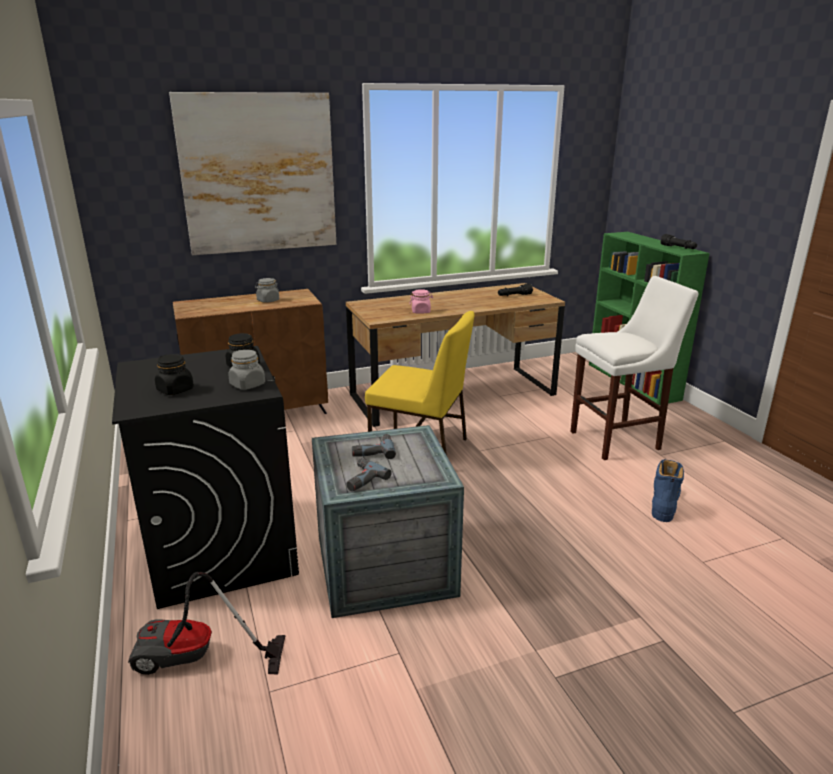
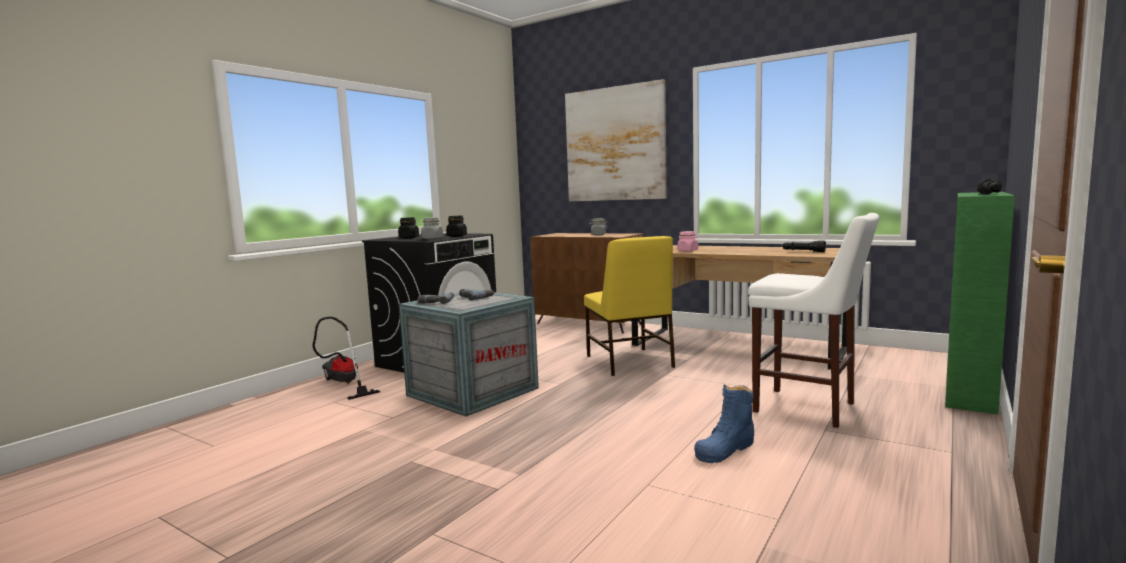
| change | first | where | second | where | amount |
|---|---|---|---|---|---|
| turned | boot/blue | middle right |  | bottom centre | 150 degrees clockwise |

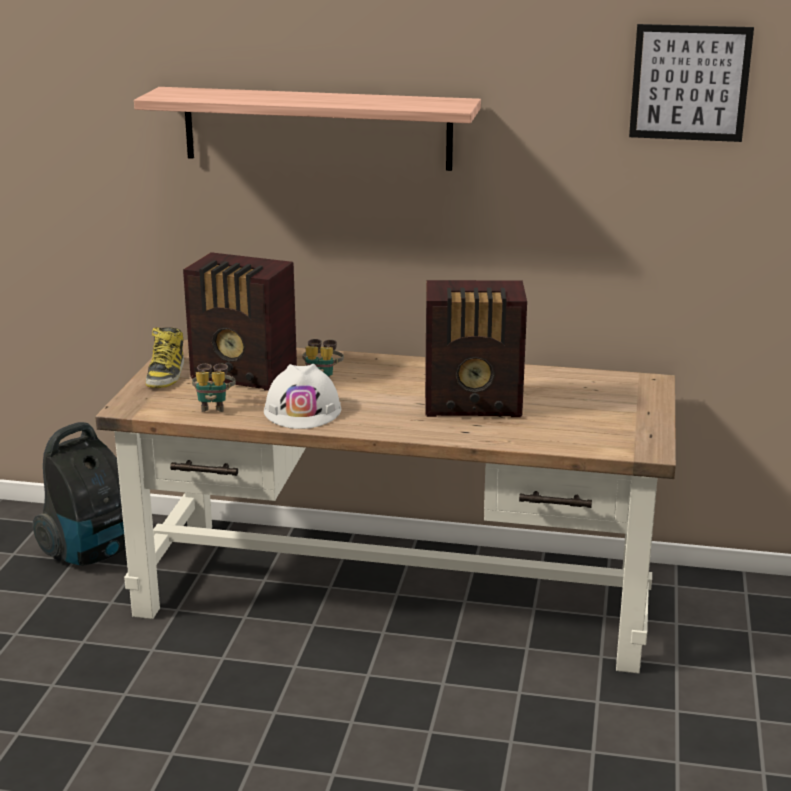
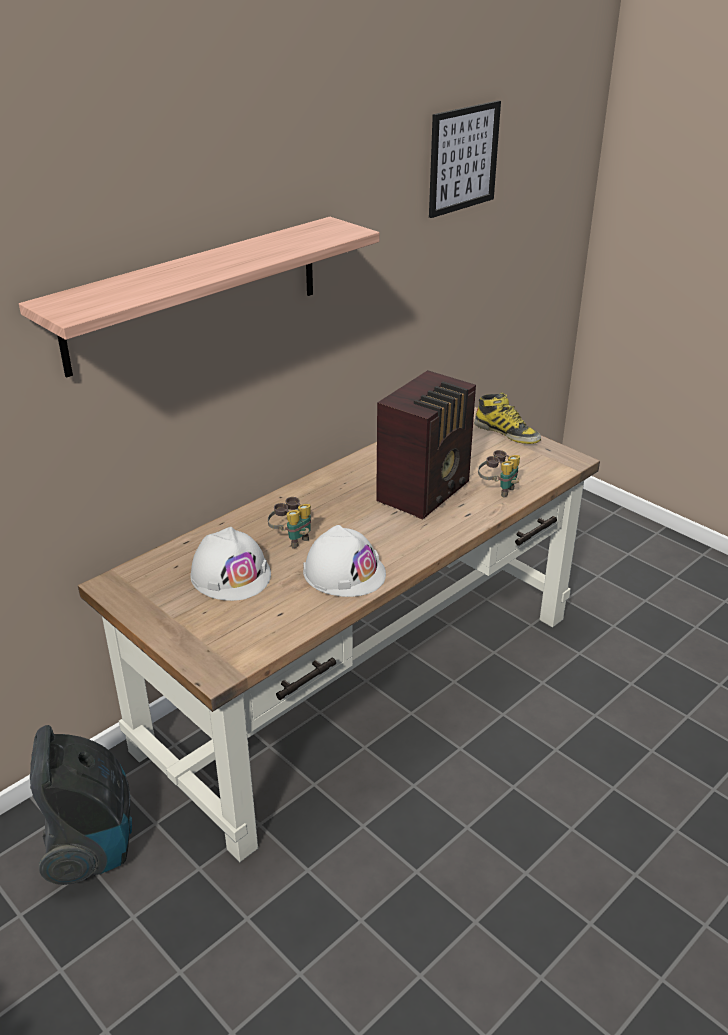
| change | first | where | second | where | amount |
|---|---|---|---|---|---|
| replaced | radio (1st from left) | middle left | hard hat/white (1st from left) | middle left |  |
| moved | boot | middle left |  | middle right |  |
| moved | binoculars (1st from left in the first image) | middle left | binoculars (2nd from left) | middle right |  |

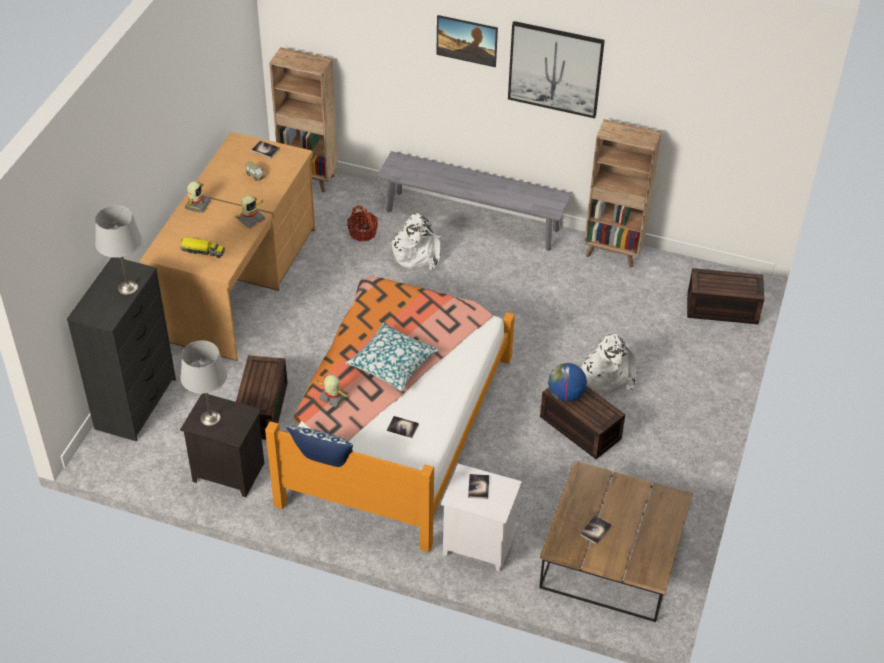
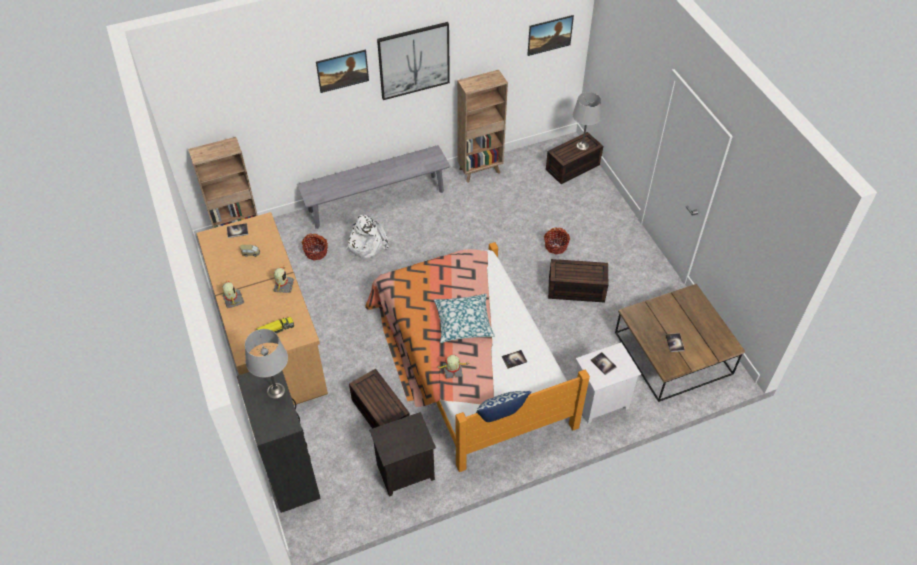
| change | first | where | second | where | amount |
|---|---|---|---|---|---|
| added |  |  | picture (3rd from left) | top centre |  |
| replaced | backpack/white (2nd from left) | middle right | basket (2nd from left) | centre |  |
| moved | table lamp/grey (2nd from left) | middle left |  | top centre |  |
| removed | globe | centre |  |  |  |

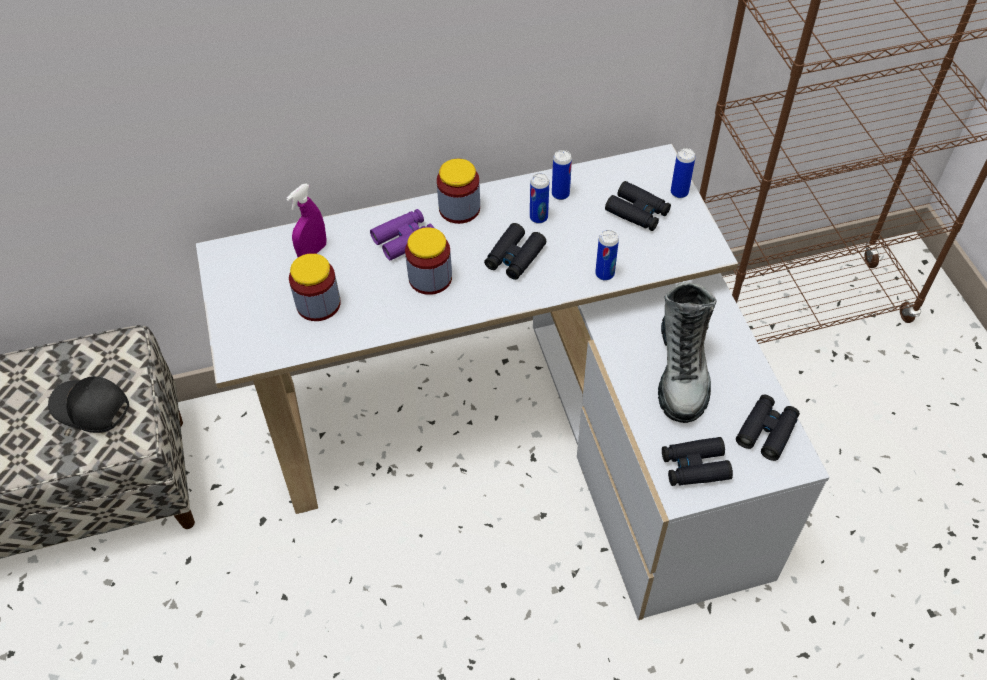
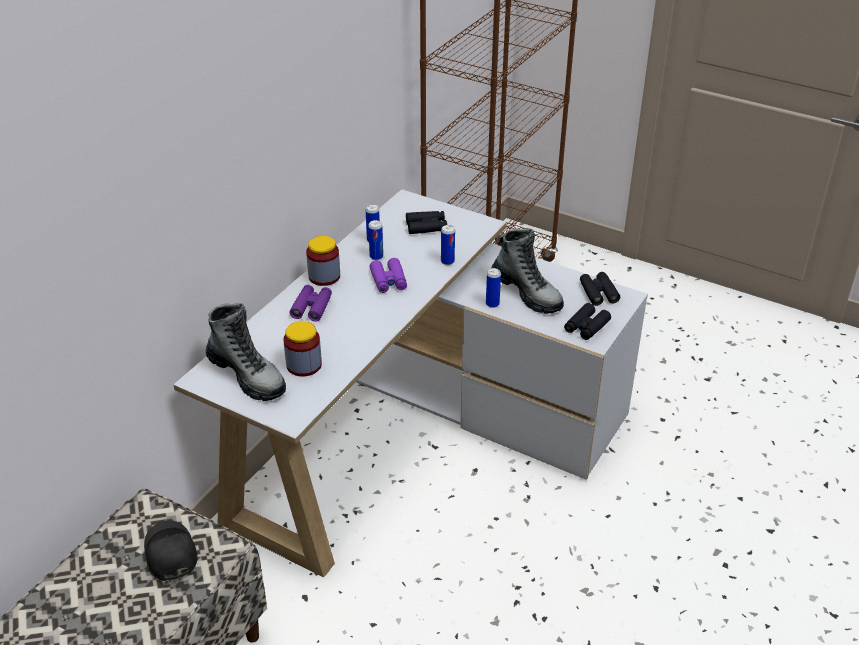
| change | first | where | second | where | amount |
|---|---|---|---|---|---|
| turned | cap/black | middle left |  | bottom left | 90 degrees clockwise |
| added |  |  | boot (1st from left) | middle left |  |
| recoloured | binoculars/black (1st from left) | centre | binoculars/purple (2nd from left) | centre |  |
| moved | can (4th from left) | top right |  | centre |  |
| removed | spray bottle/purple | top left |  |  |  |
| removed | jar (2nd from left) | centre |  |  |  |

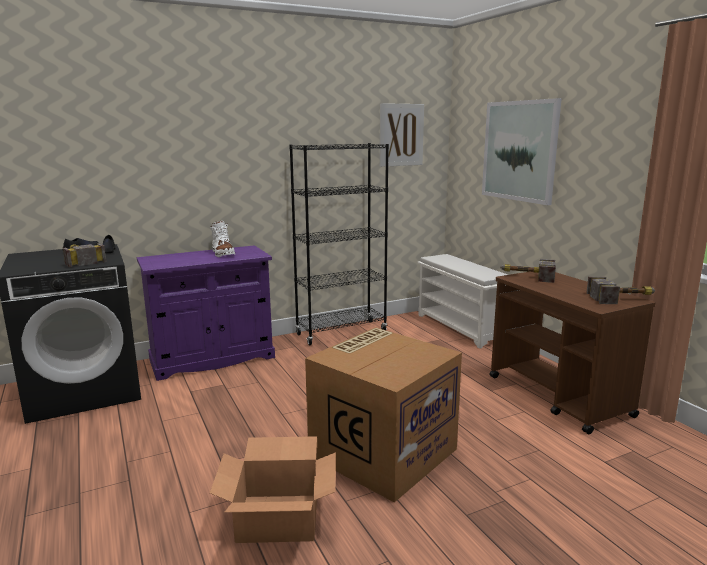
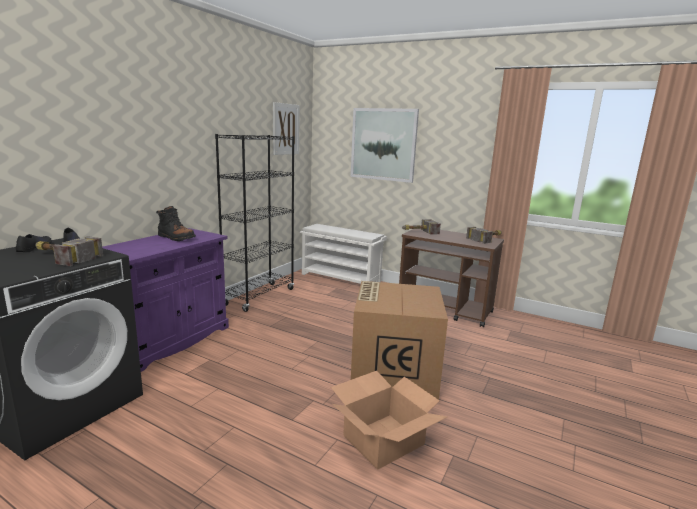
| change | first | where | second | where | amount |
|---|---|---|---|---|---|
| recoloured | boot/white | middle left | boot/black | middle left |  |

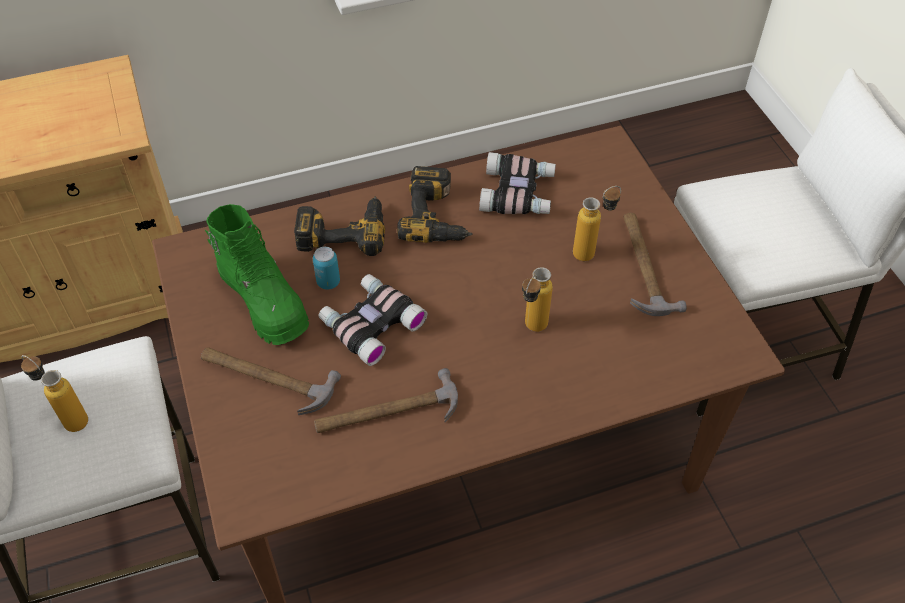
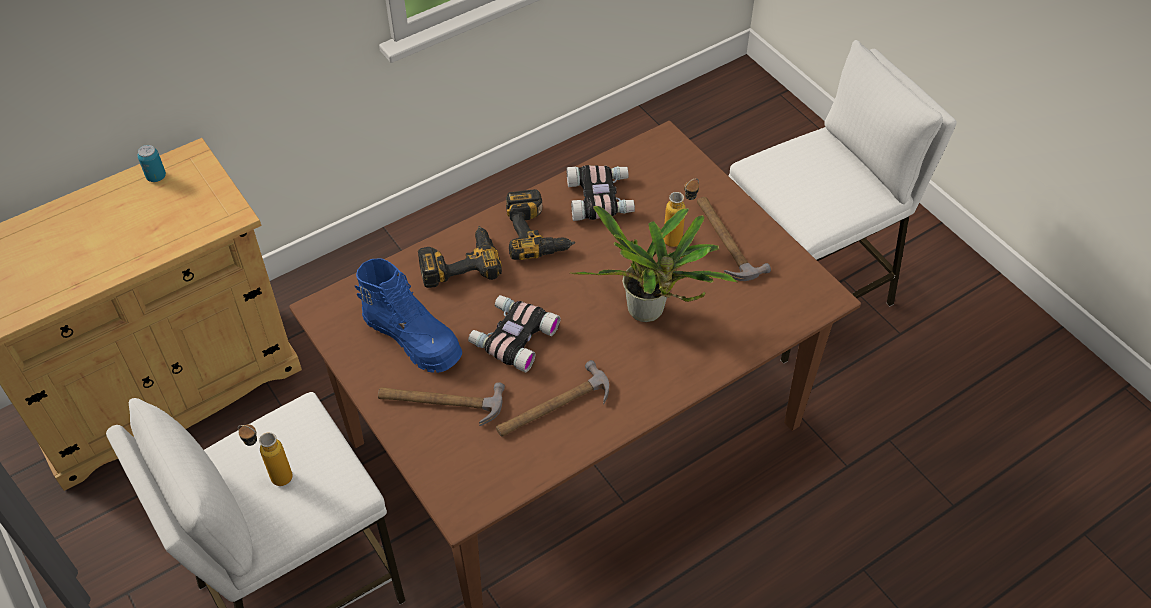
| change | first | where | second | where | amount |
|---|---|---|---|---|---|
| moved | can | centre |  | top left |  |
| recoloured | boot/green | middle left | boot/blue | centre |  |
| replaced | bottle (2nd from left) | centre | potted plant | centre |  |

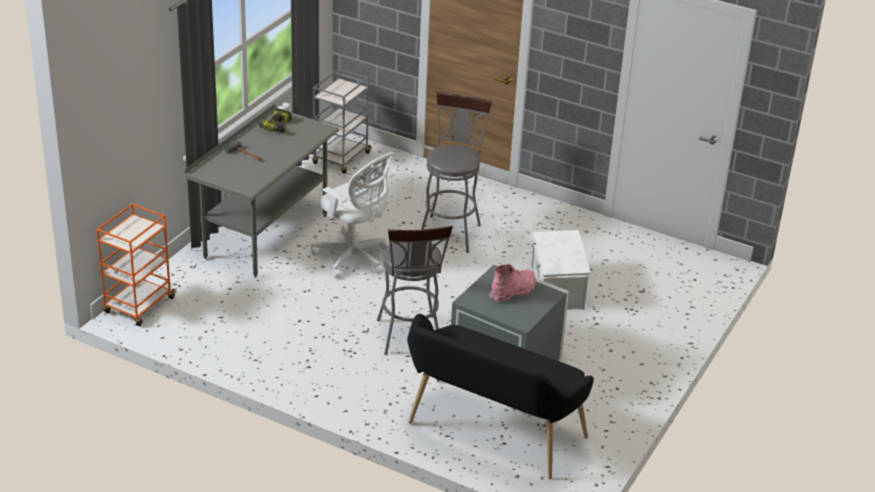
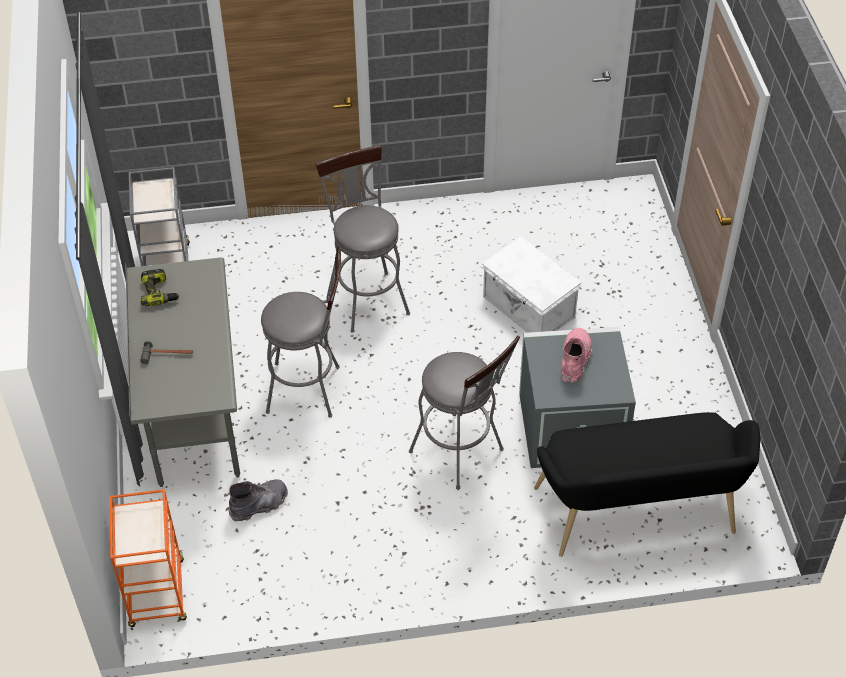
| change | first | where | second | where | amount |
|---|---|---|---|---|---|
| added |  |  | boot/grey | bottom left |  |
| replaced | office chair/white | centre | stool/grey (1st from left) | centre |  |

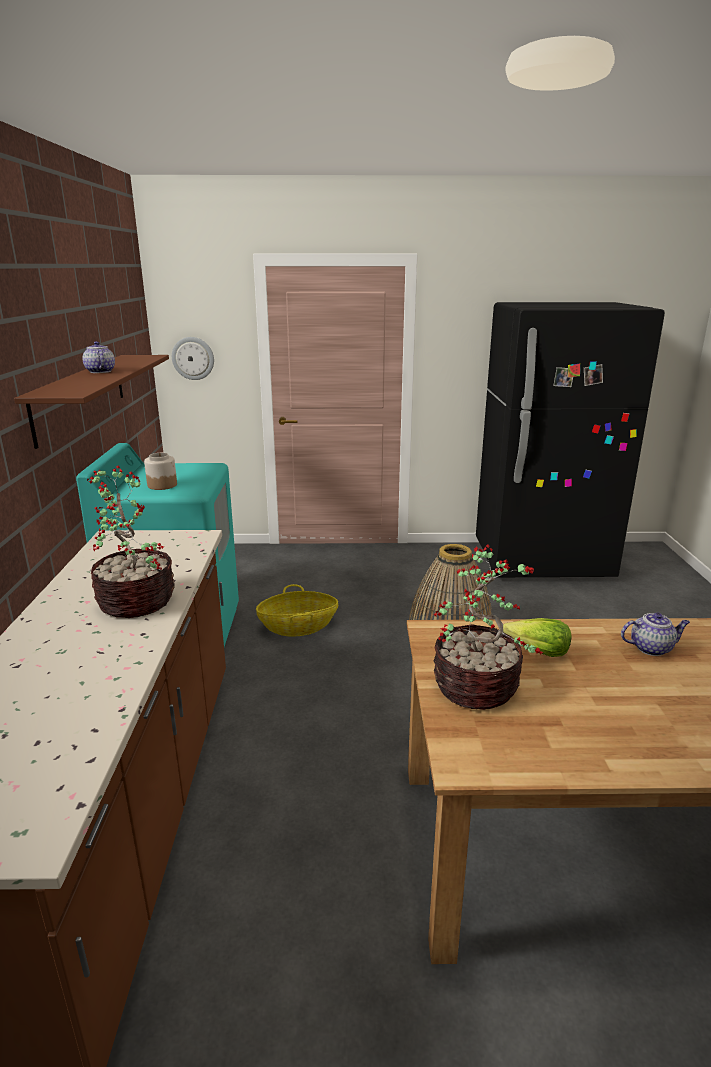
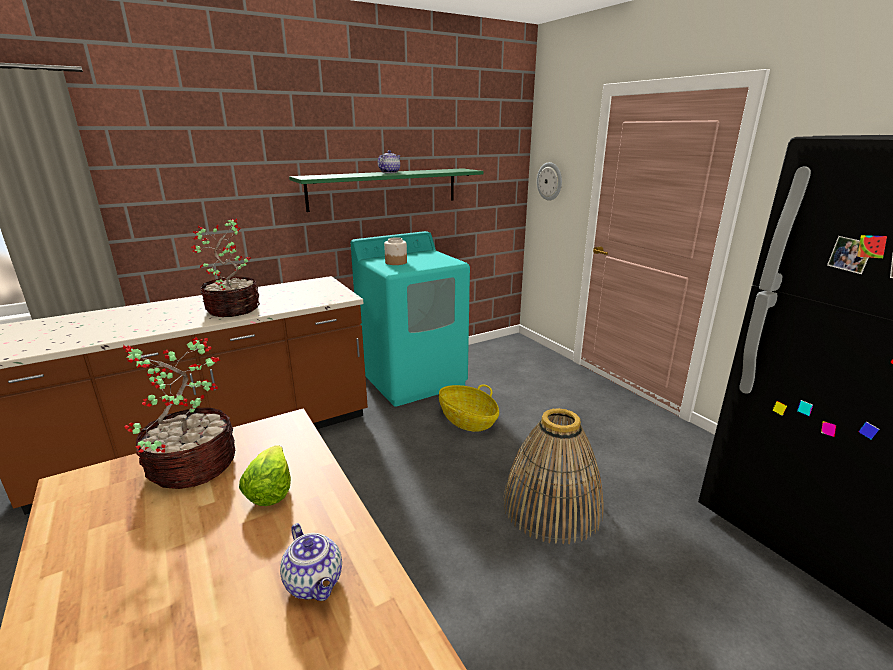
| change | first | where | second | where | amount |
|---|---|---|---|---|---|
| recoloured | shelf/brown | middle left | shelf/green | top centre |  |

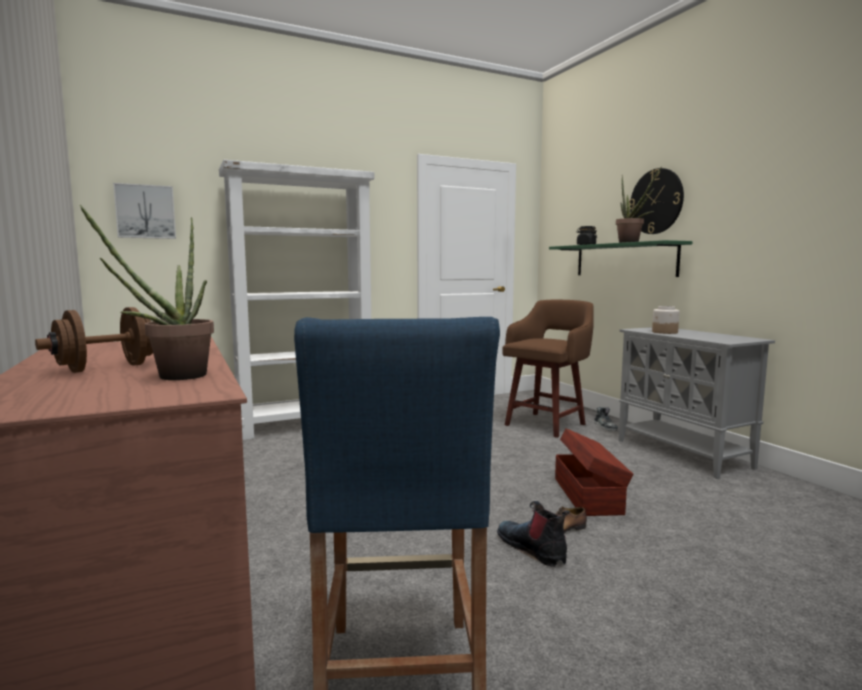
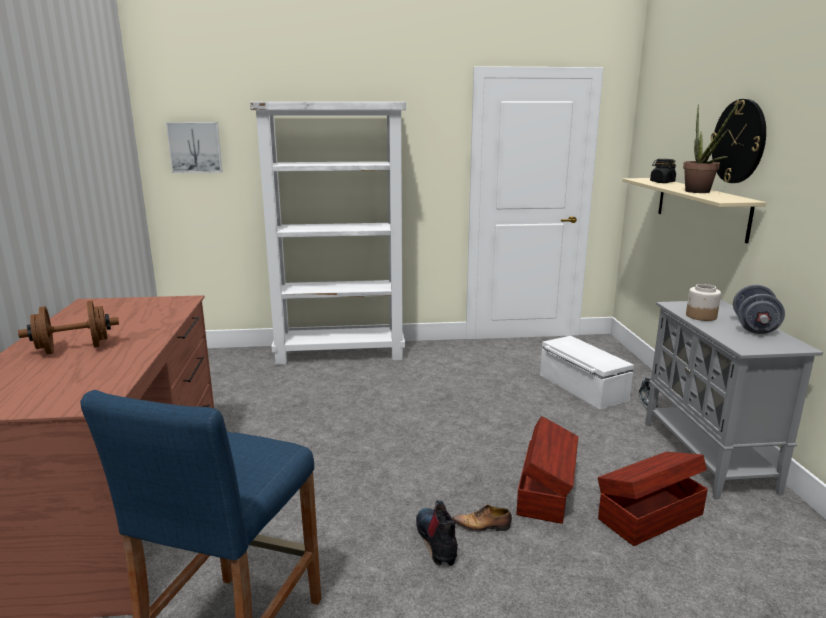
| change | first | where | second | where | amount |
|---|---|---|---|---|---|
| replaced | stool/brown | centre | storage box/white | middle right |  |
| added |  |  | storage box/brown (2nd from left) | bottom right |  |
| recoloured | shelf/green | middle right | shelf/beige | middle right |  |
| added |  |  | dumbbell/grey | middle right |  |
| removed | potted plant (1st from left) | middle left |  |  |  |

